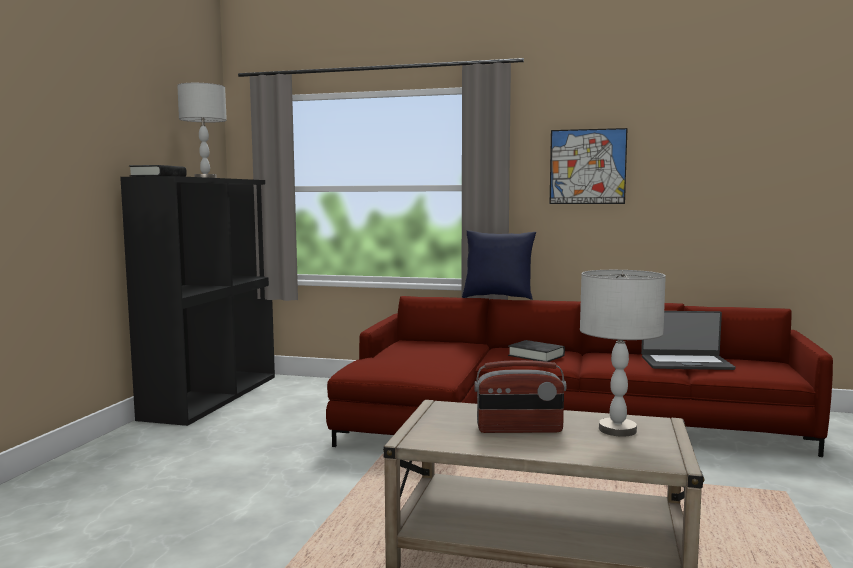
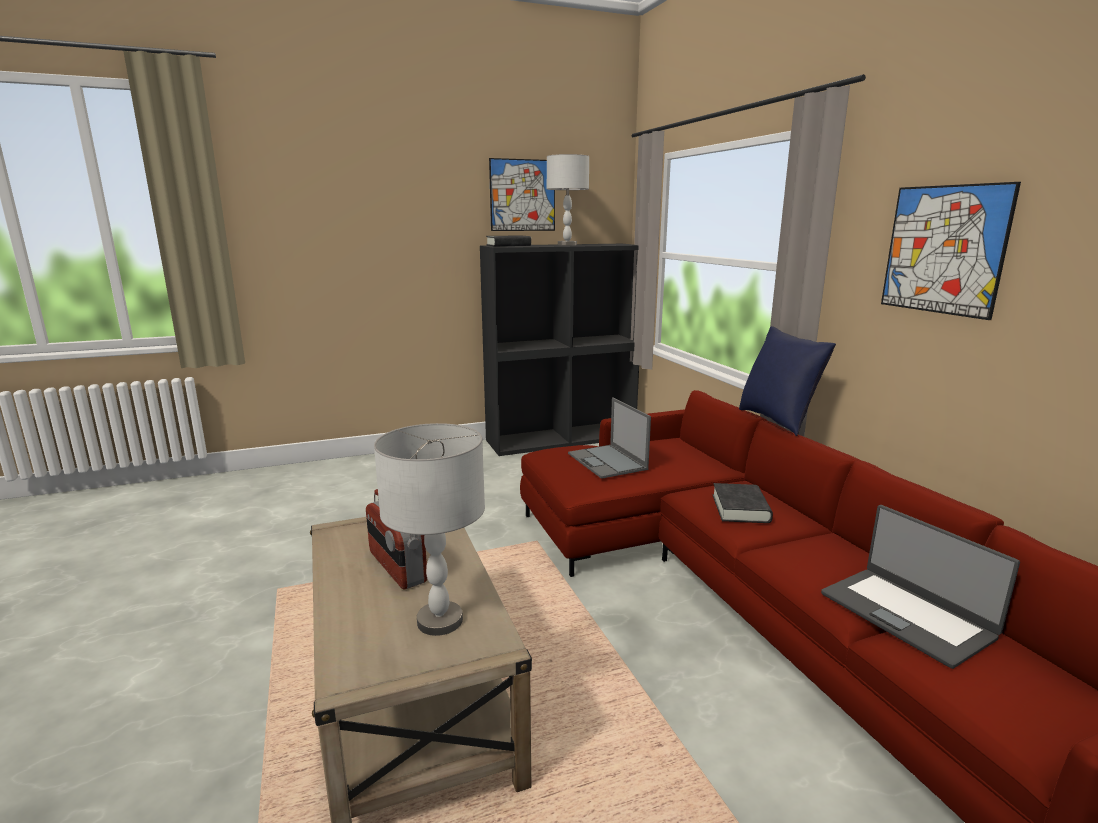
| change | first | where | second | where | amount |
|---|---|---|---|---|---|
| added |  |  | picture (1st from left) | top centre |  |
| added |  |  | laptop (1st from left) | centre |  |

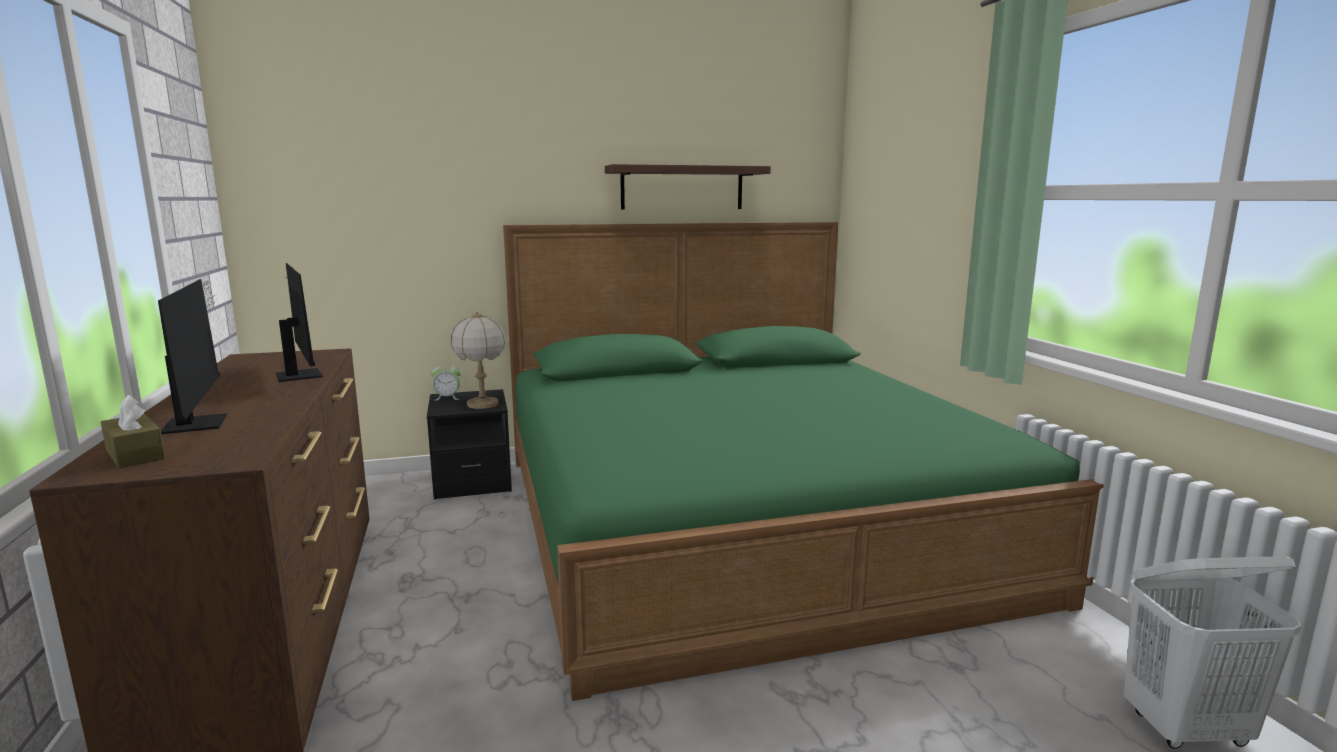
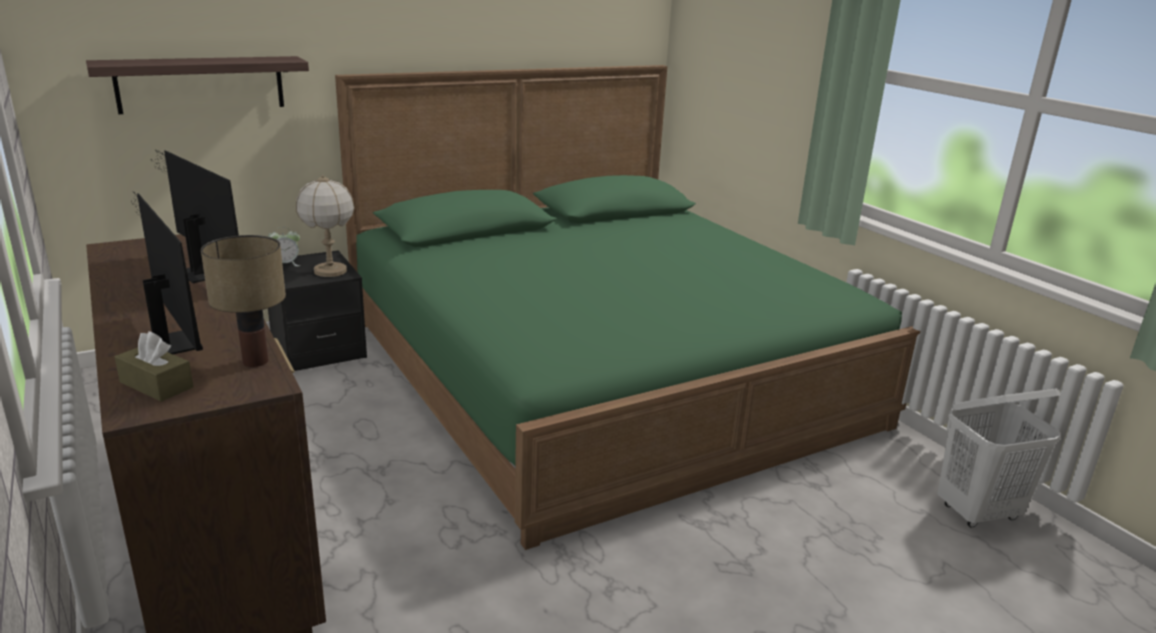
| change | first | where | second | where | amount |
|---|---|---|---|---|---|
| moved | shelf | top centre |  | top left |  |
| added |  |  | table lamp (1st from left) | middle left |  |

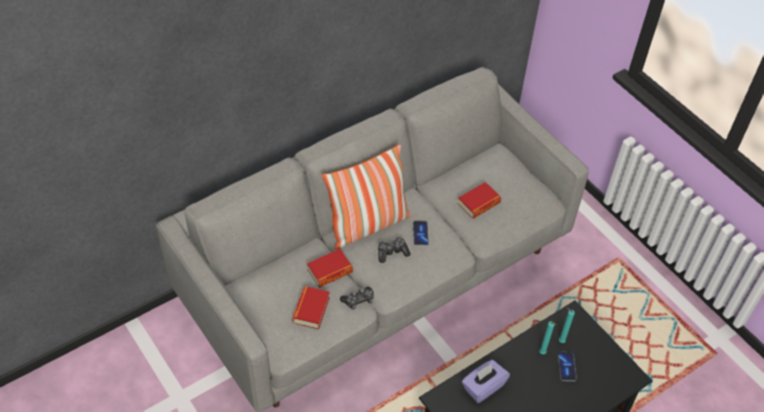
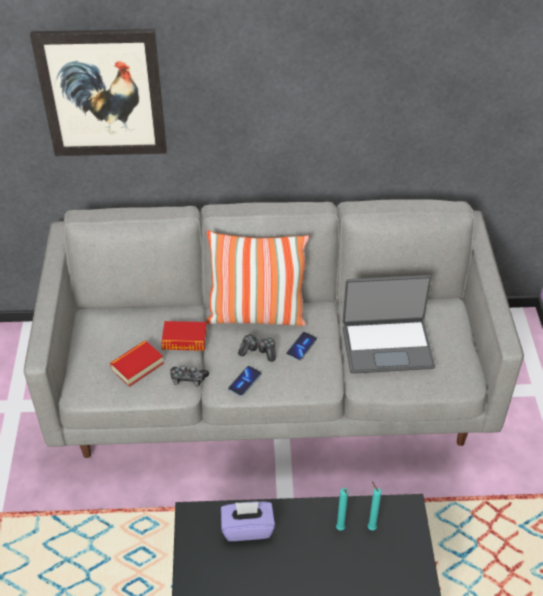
| change | first | where | second | where | amount |
|---|---|---|---|---|---|
| added |  |  | picture | top left |  |
| moved | phone (2nd from left in the first image) | bottom right | phone (1st from left) | centre |  |
| replaced | book (3rd from left) | centre | laptop | middle right |  |

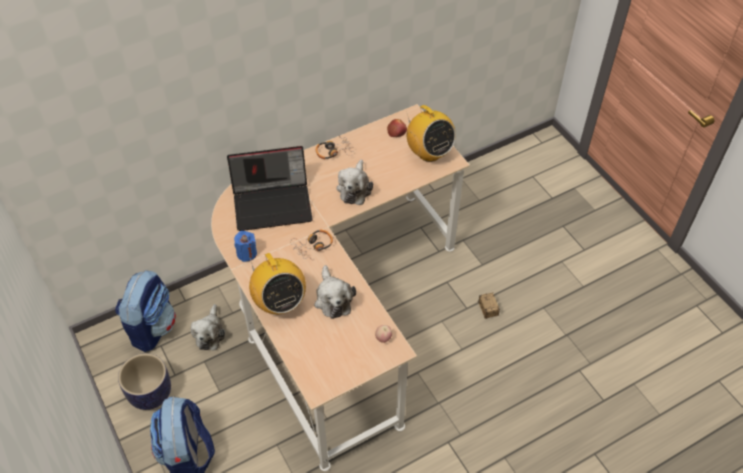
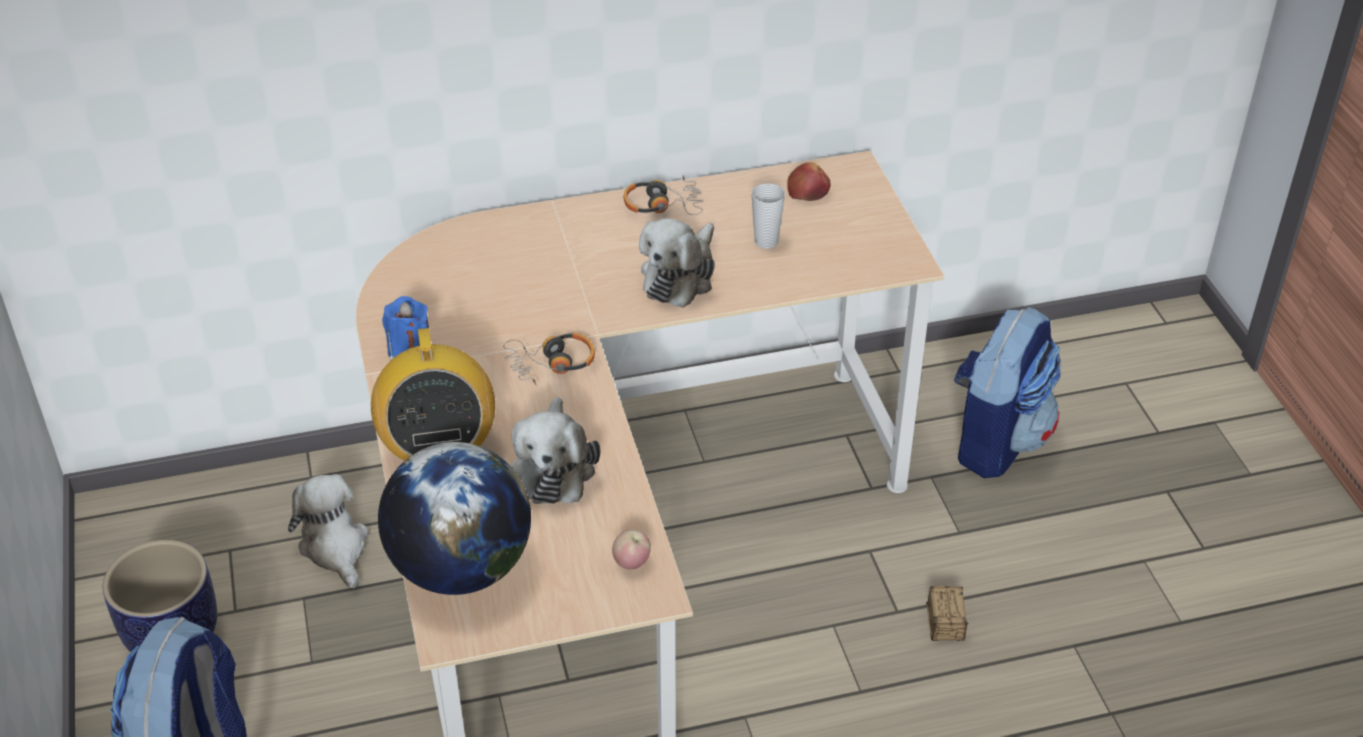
| change | first | where | second | where | amount |
|---|---|---|---|---|---|
| turned | plush toy (1st from left) | bottom left |  | bottom left | 135 degrees clockwise |
| added |  |  | globe | bottom left |  |
| added |  |  | cup | top centre |  |
| moved | backpack (1st from left in the first image) | middle left | backpack (2nd from left) | middle right |  |
| removed | laptop | centre |  |  |  |
| removed | radio (2nd from left) | top centre |  |  |  |

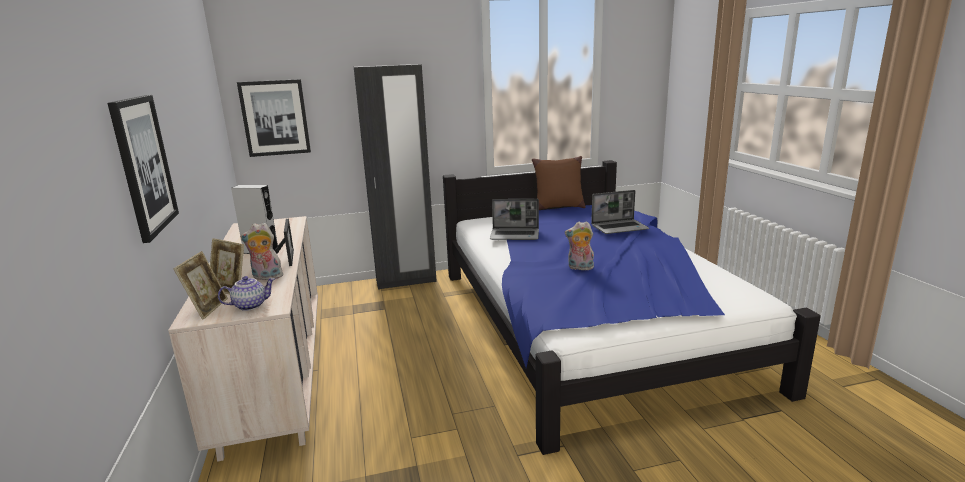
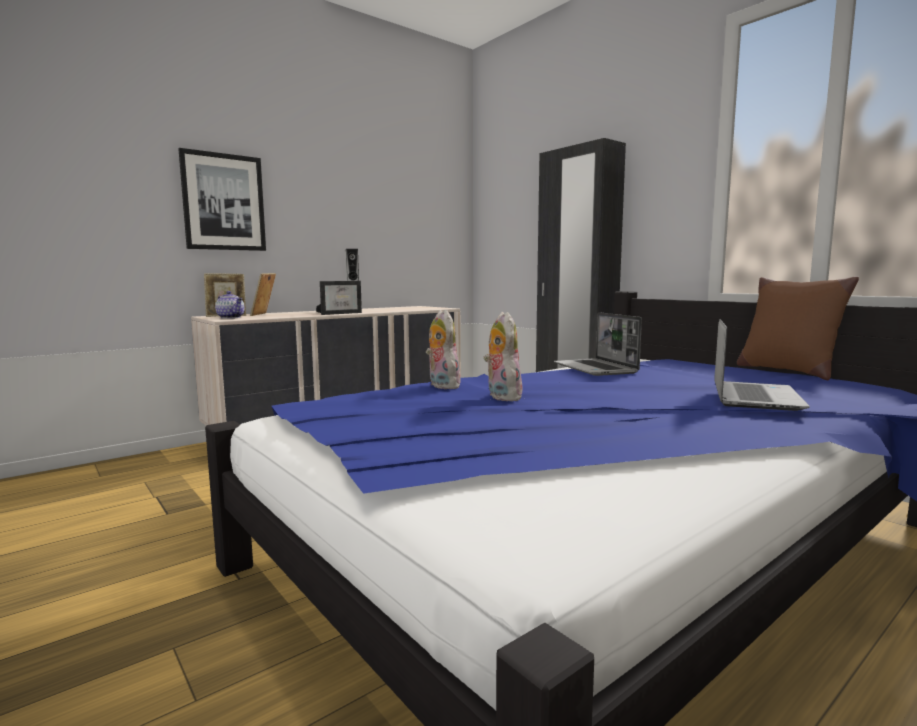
| change | first | where | second | where | amount |
|---|---|---|---|---|---|
| moved | plush toy (1st from left) | middle left |  | centre |  |
| turned | laptop (2nd from left) | centre |  | middle right | 120 degrees counterclockwise |
| removed | picture (2nd from left) | top left |  |  |  |

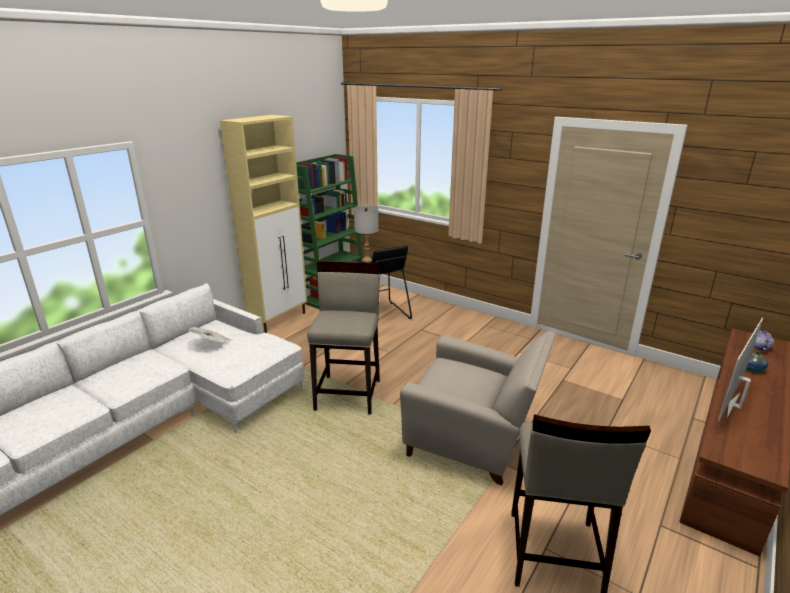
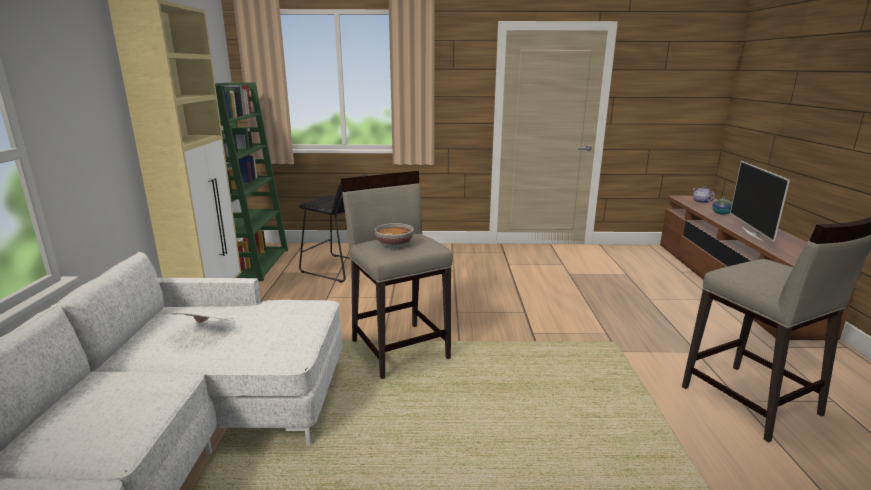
| change | first | where | second | where | amount |
|---|---|---|---|---|---|
| added |  |  | bowl | centre |  |
| removed | table lamp/grey | centre |  |  |  |
| removed | armchair/beige | bottom centre |  |  |  |

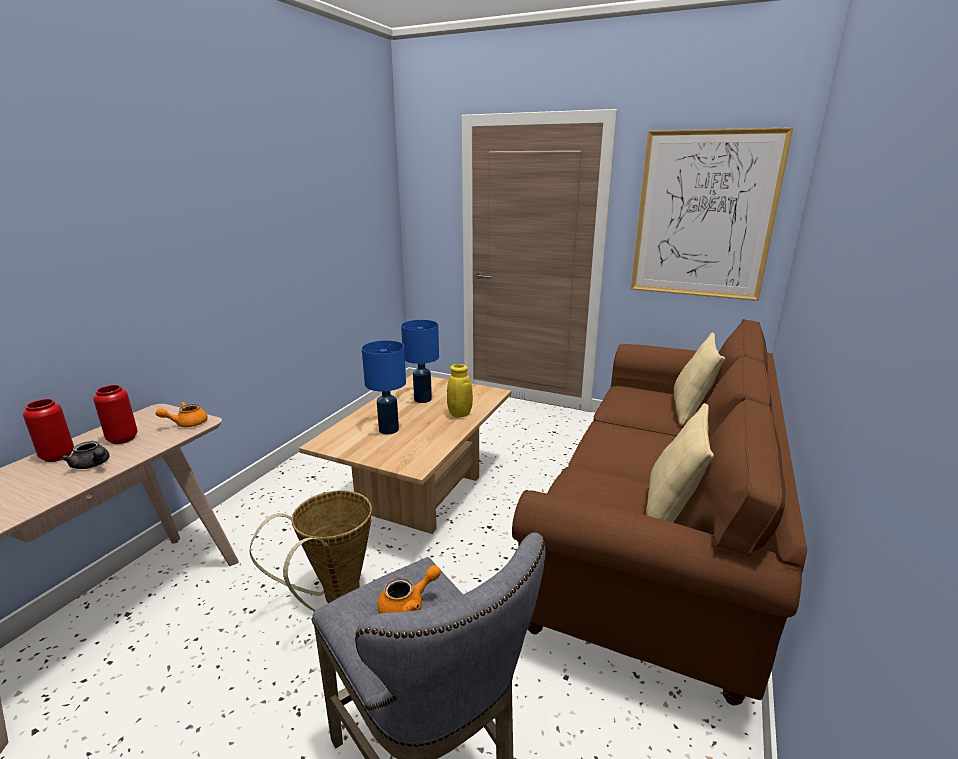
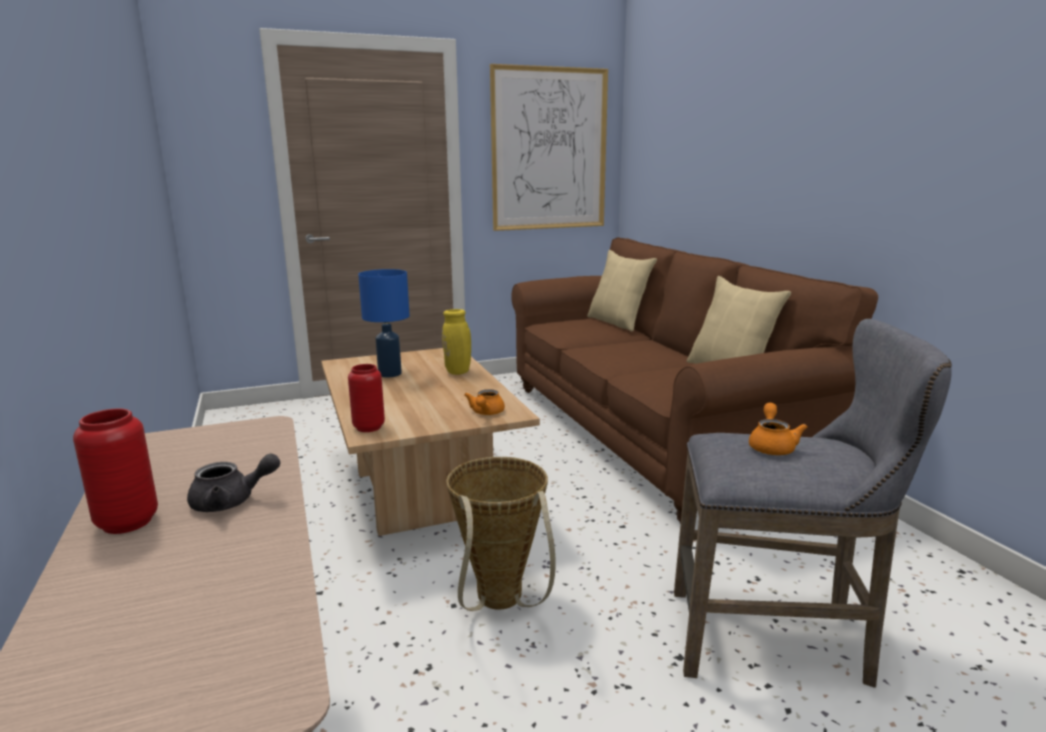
| change | first | where | second | where | amount |
|---|---|---|---|---|---|
| moved | vase/red (2nd from left) | middle left |  | centre |  |
| moved | teapot/orange (1st from left) | middle left |  | centre |  |
| removed | table lamp/blue (1st from left) | centre |  |  |  |

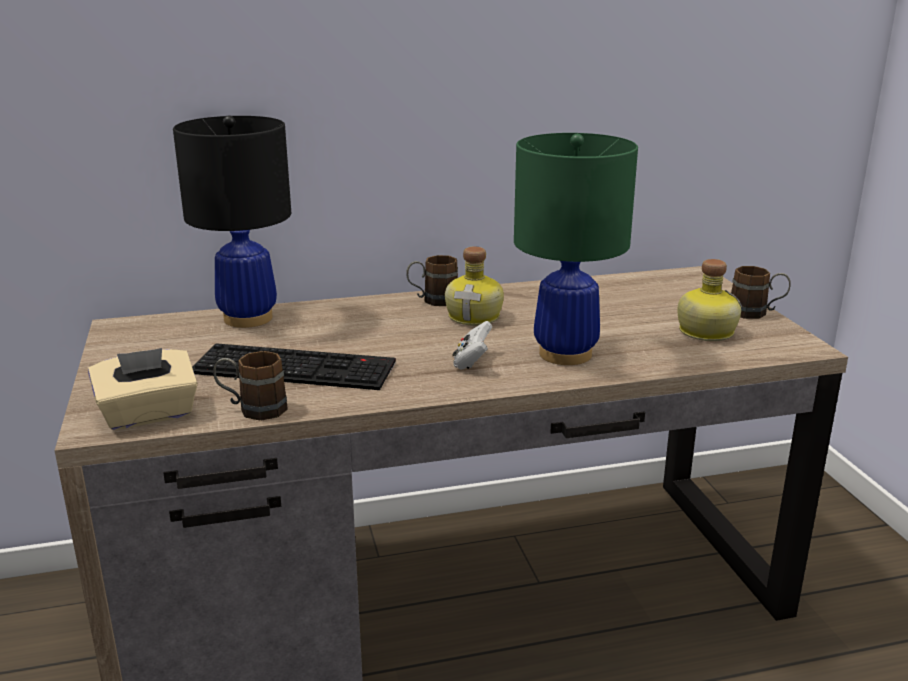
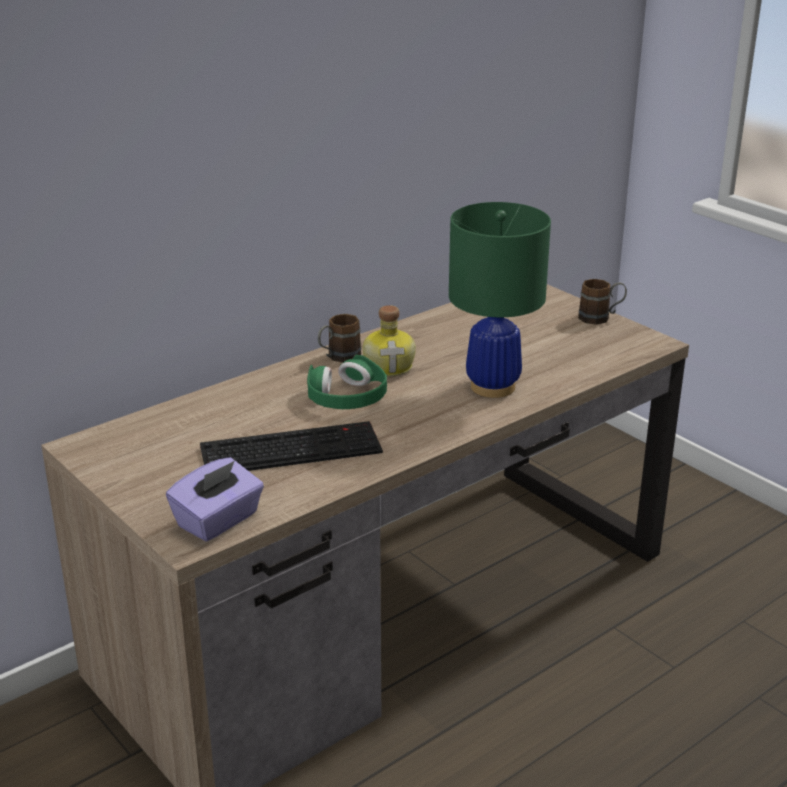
| change | first | where | second | where | amount |
|---|---|---|---|---|---|
| recoloured | tissue box/beige | middle left | tissue box/purple | middle left |  |
| added |  |  | headphones/green | centre |  |
| removed | table lamp/black | top left |  |  |  |
| removed | mug/brown (1st from left) | middle left |  |  |  |
| removed | game controller/white | centre |  |  |  |
| removed | bottle (2nd from left) | middle right |  |  |  |

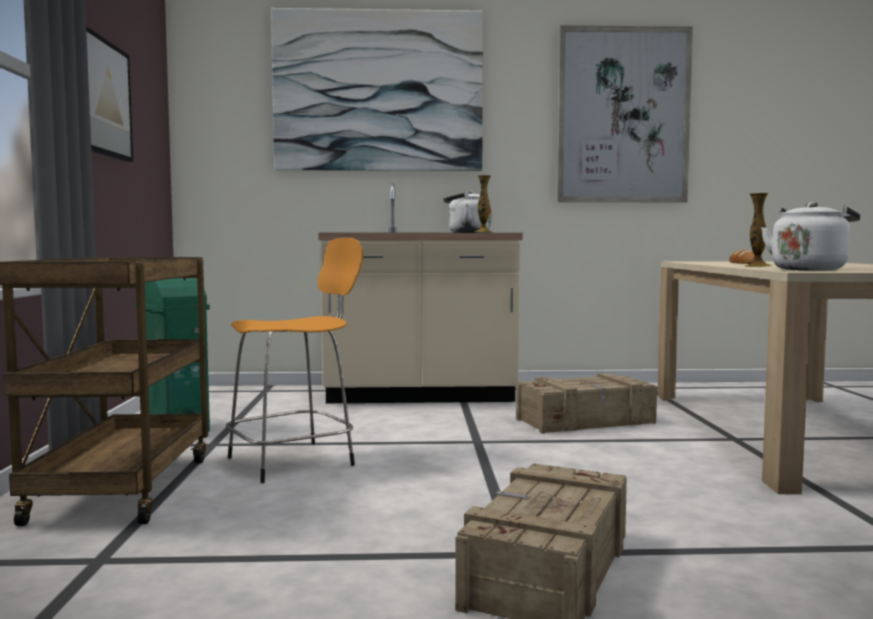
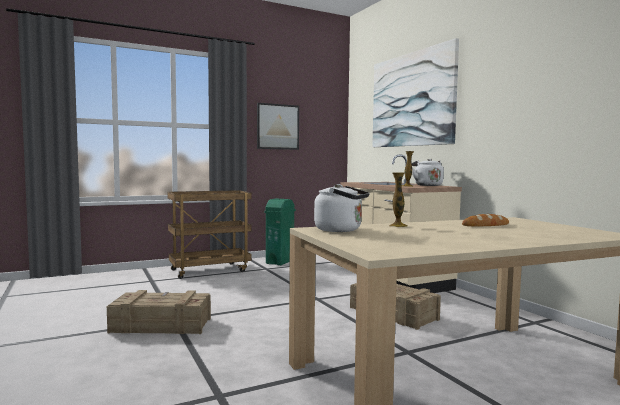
| change | first | where | second | where | amount |
|---|---|---|---|---|---|
| removed | stool/orange | centre |  |  |  |
| removed | picture (3rd from left) | top right |  |  |  |

